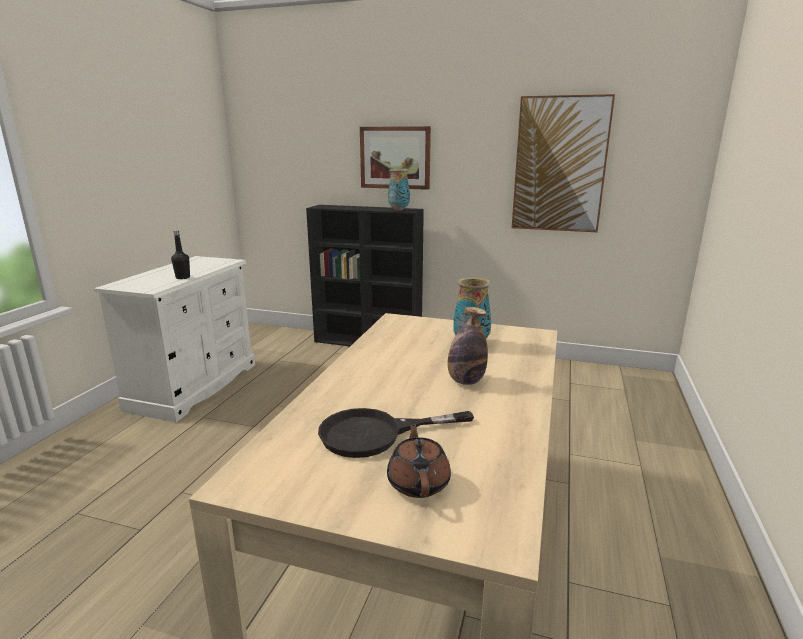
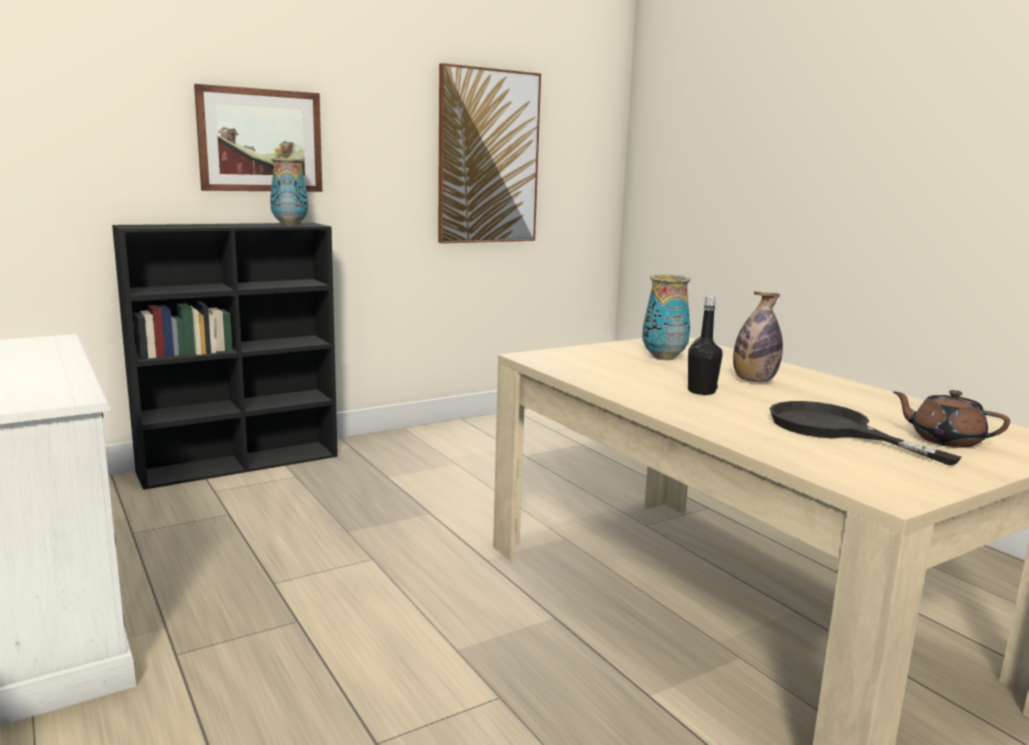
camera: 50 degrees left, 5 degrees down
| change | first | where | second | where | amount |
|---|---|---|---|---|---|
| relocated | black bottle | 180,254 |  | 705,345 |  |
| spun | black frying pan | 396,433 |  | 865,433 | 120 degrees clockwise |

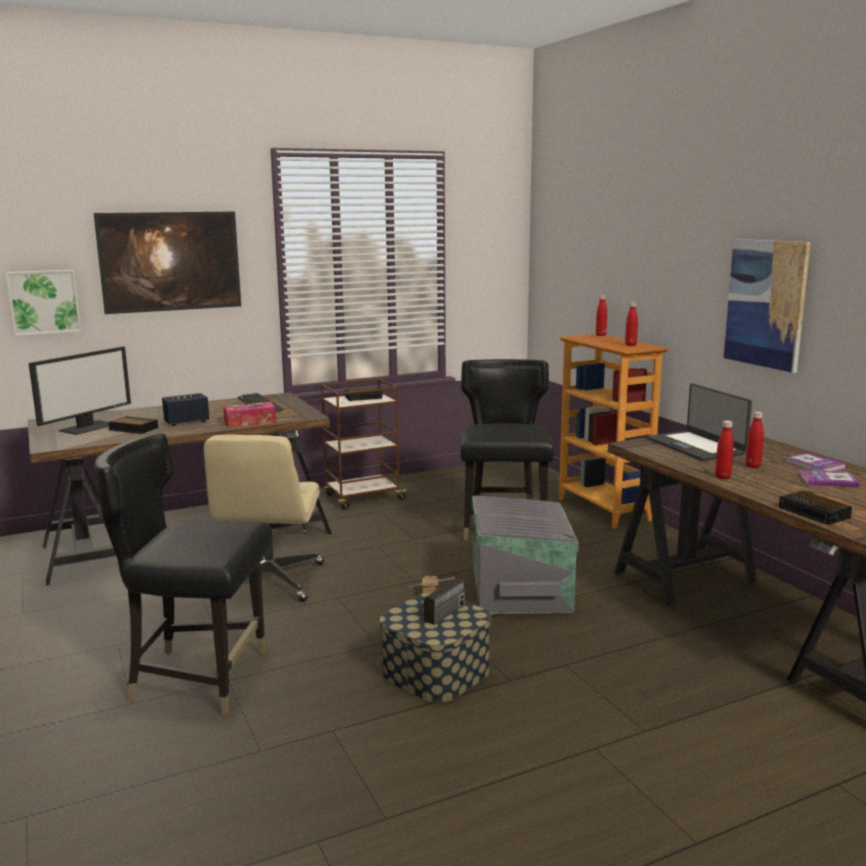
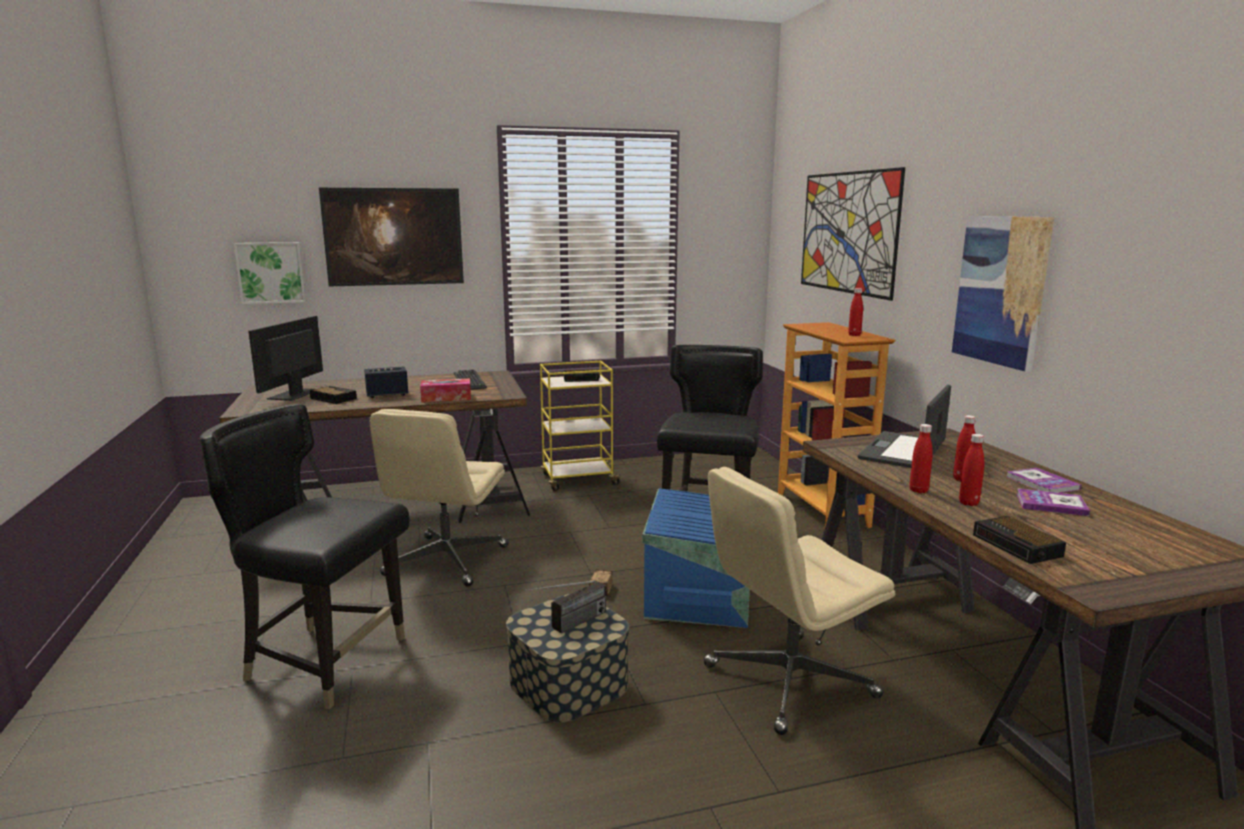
camera: 10 degrees right, 0 degrees up
| change | first | where | second | where | amount |
|---|---|---|---|---|---|
| appeared |  |  | beige office chair | 799,601 |  |
| appeared |  |  | picture | 853,234 |  |
| relocated | red bottle | 601,315 |  | 971,470 |  |
| colour | brown cart | 365,443 | yellow cart | 581,426 |  |
| colour | grey storage box | 525,555 | blue storage box | 696,558 |  |
| spun | monitor | 80,390 |  | 285,358 | 150 degrees clockwise |
| spun | laptop | 699,422 |  | 904,426 | 45 degrees clockwise |

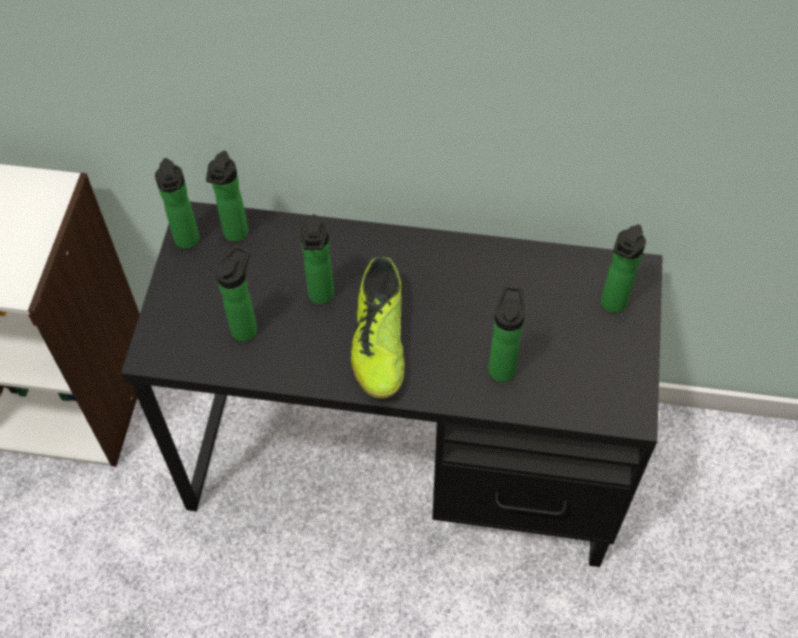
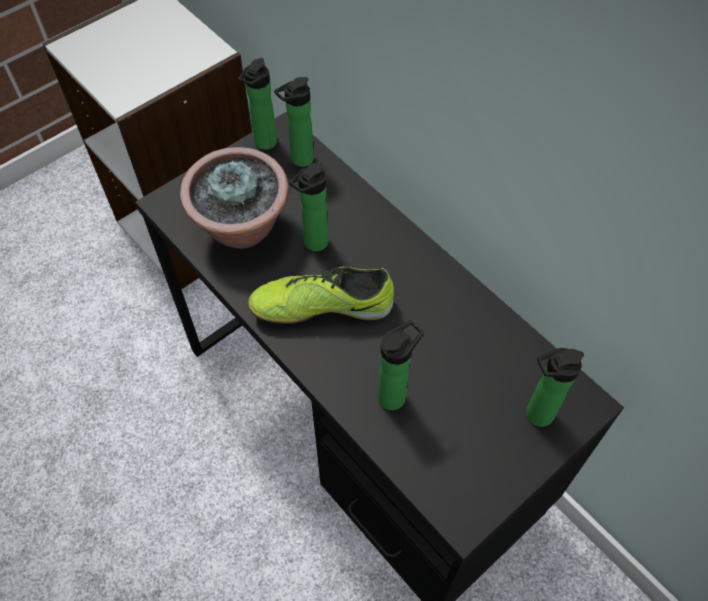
camera: 40 degrees right, 0 degrees up
| change | first | where | second | where | amount |
|---|---|---|---|---|---|
| exchanged | bottle | 236,293 | potted plant | 234,198 |  |
| spun | shoe | 378,327 |  | 321,295 | 45 degrees clockwise |

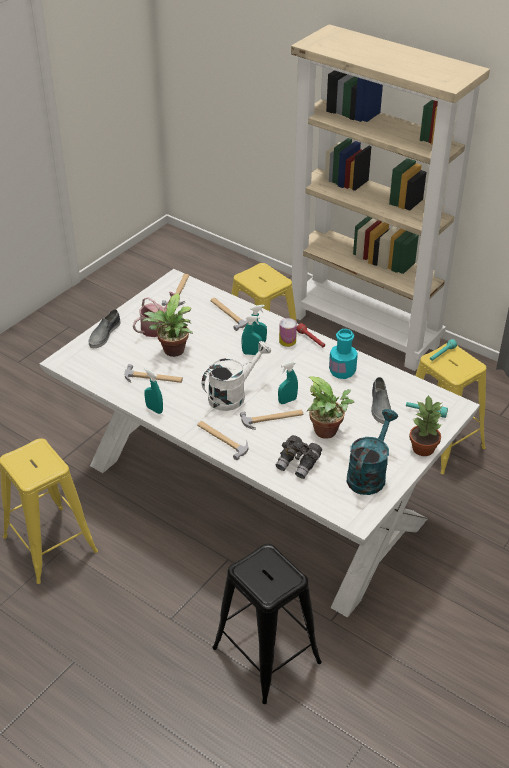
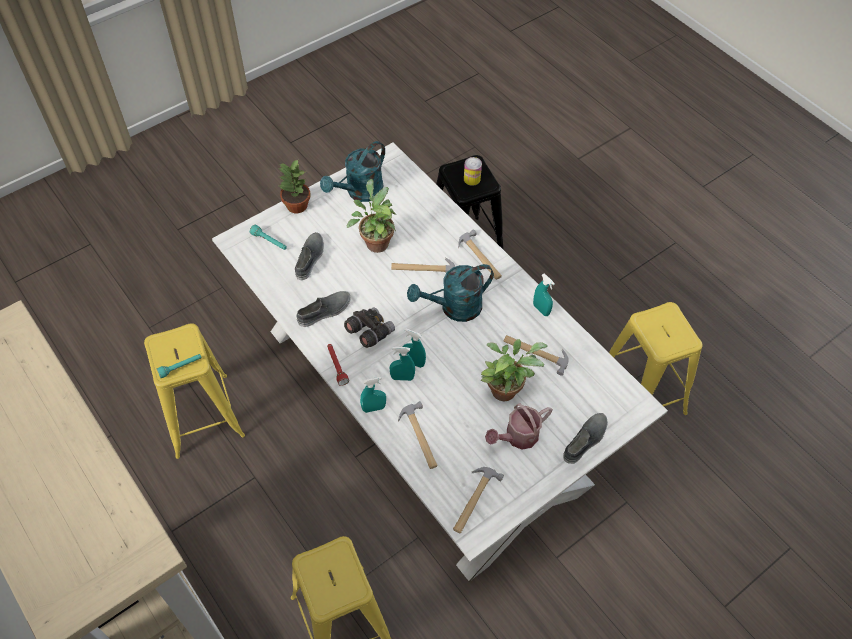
camera: 165 degrees left, 15 degrees up
| change | first | where | second | where | amount |
|---|---|---|---|---|---|
| relocated | grey binoculars | 299,457 |  | 369,328 |  |
| relocated | turquoise spray bottle | 288,383 |  | 373,395 |  |
| relocated | can | 288,332 |  | 473,171 |  |
| exchanged | turquoise bottle | 343,354 | grey shoe | 323,309 |  |
| colour | white watering can | 236,376 | turquoise watering can | 450,293 |  |

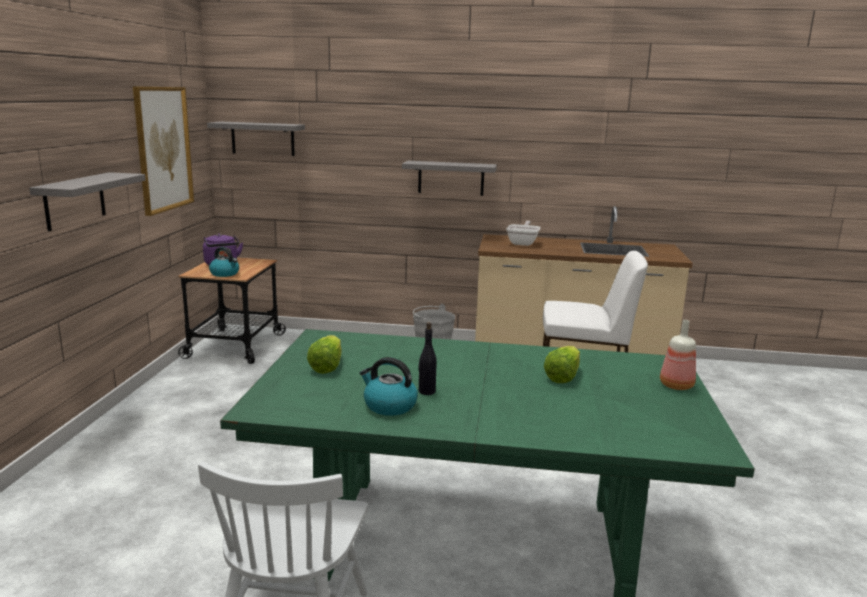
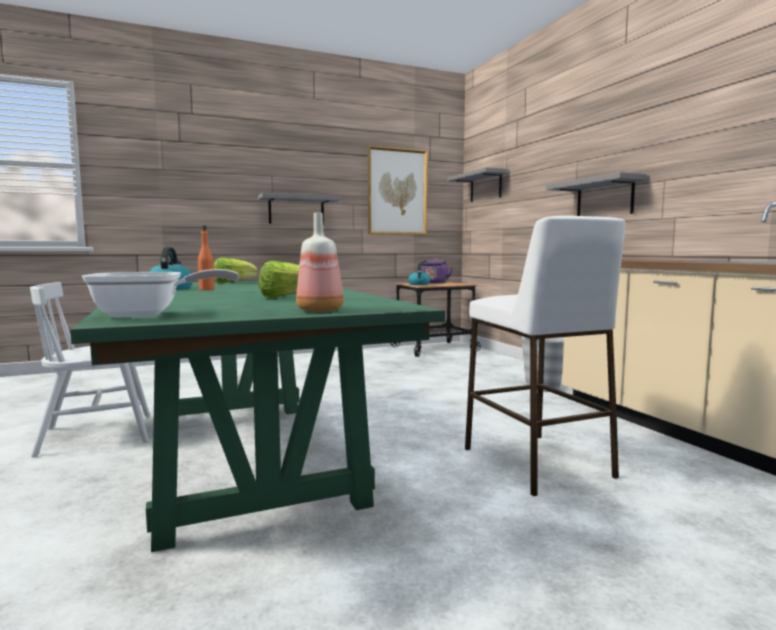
camera: 60 degrees right, 10 degrees down
| change | first | where | second | where | amount |
|---|---|---|---|---|---|
| relocated | frying pan | 523,233 |  | 160,293 |  |
| colour | black bottle | 428,358 | orange bottle | 206,257 |  |

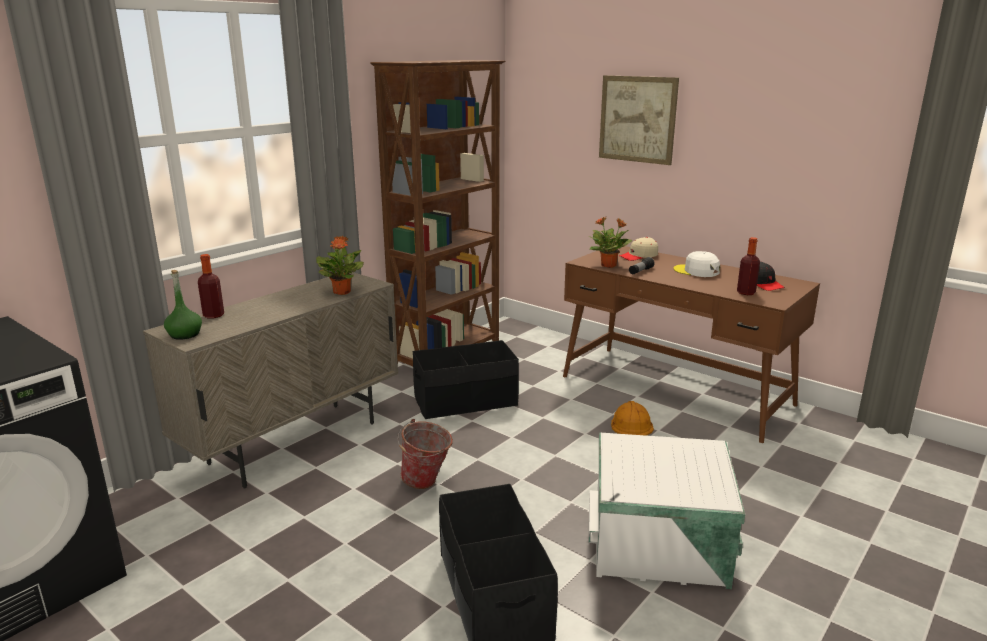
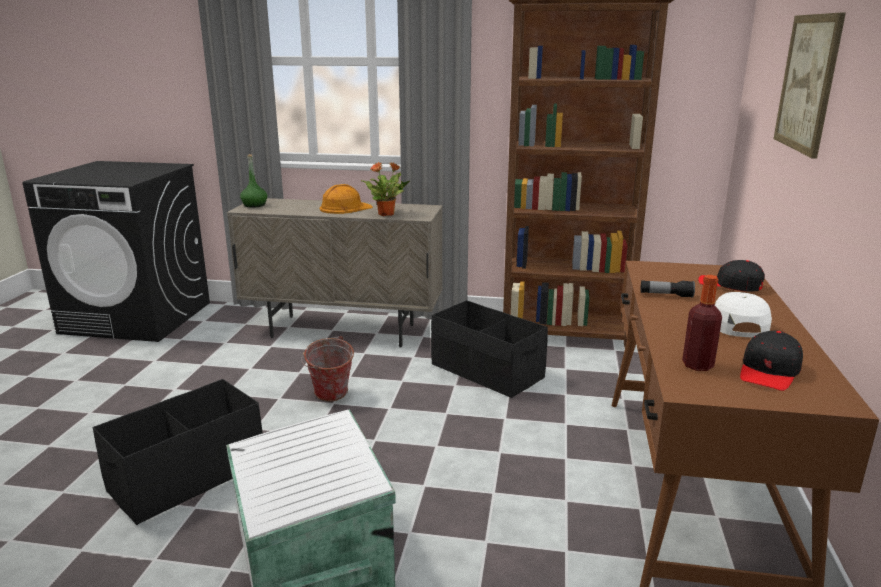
camera: 60 degrees right, 0 degrees up
| change | first | where | second | where | amount |
|---|---|---|---|---|---|
| missing | bottle | 211,286 |  |  |  |
| missing | potted plant | 610,242 |  |  |  |
| relocated | orange hard hat | 632,418 |  | 346,199 |  |
| colour | beige cap | 638,249 | black cap | 731,276 |  |

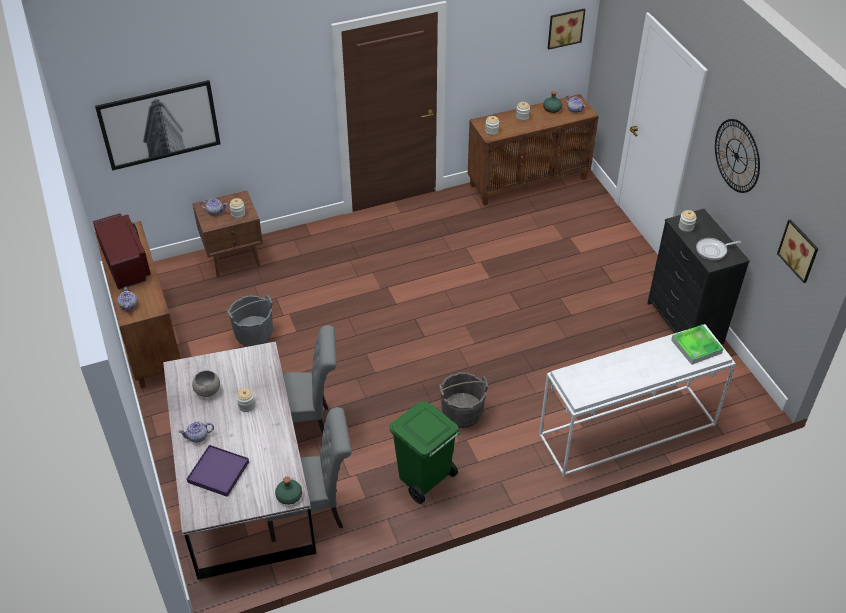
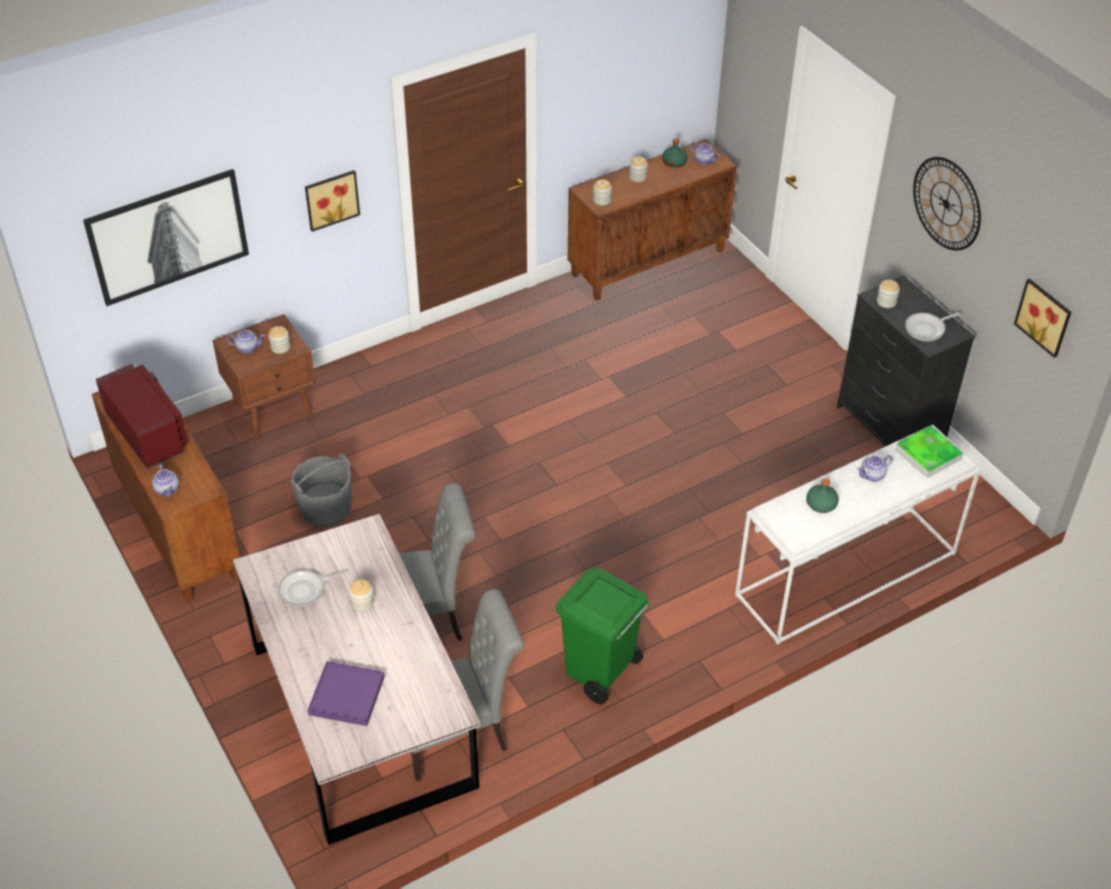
camera: 10 degrees left, 0 degrees up
| change | first | where | second | where | amount |
|---|---|---|---|---|---|
| missing | grey bucket | 463,400 |  |  |  |
| relocated | teapot | 196,432 |  | 875,468 |  |
| relocated | green bottle | 288,491 |  | 822,495 |  |
| relocated | picture | 566,29 |  | 332,201 |  |
| exchanged | grey bowl | 206,384 | frying pan | 312,588 |  |

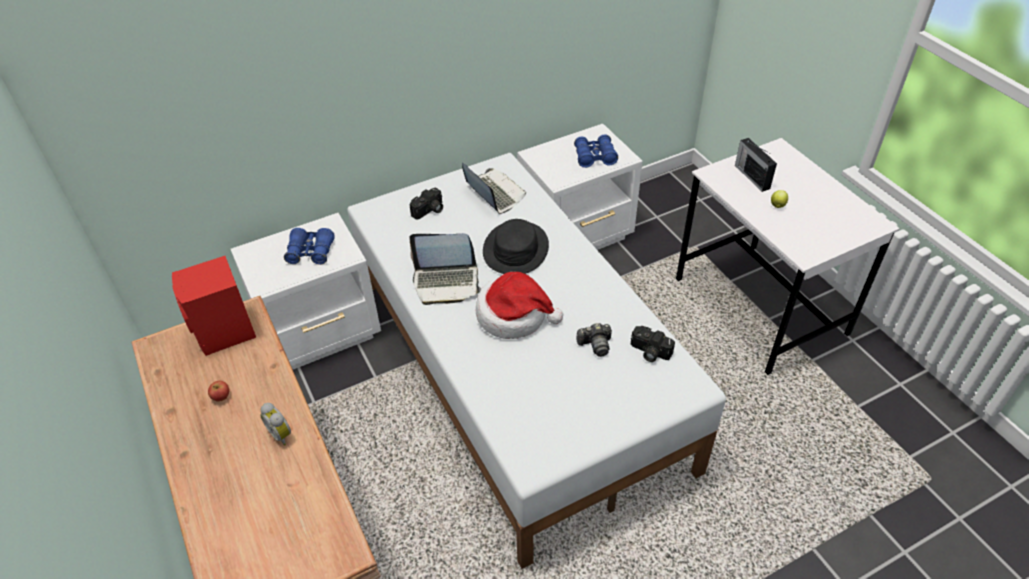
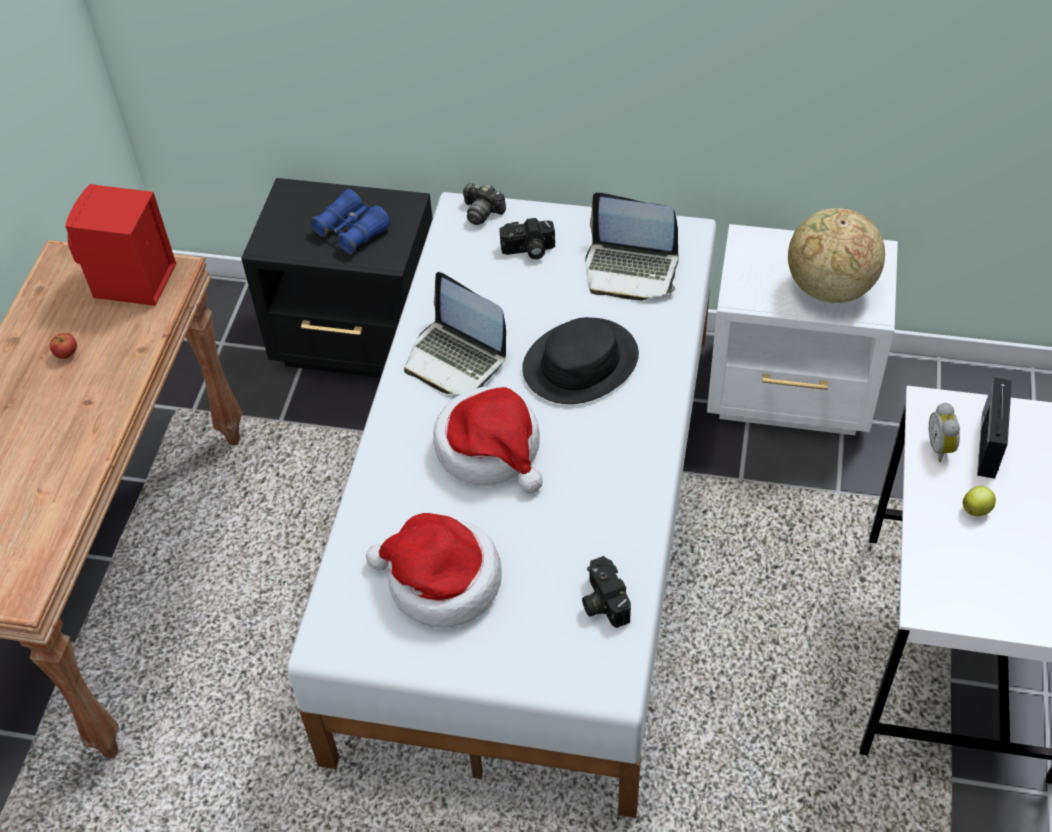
camera: 40 degrees right, 5 degrees up
| change | first | where | second | where | amount |
|---|---|---|---|---|---|
| appeared |  |  | hat | 434,570 |  |
| relocated | alarm clock | 275,424 |  | 944,432 |  |
| relocated | photo camera | 594,340 |  | 484,204 |  |
| exchanged | blue binoculars | 596,151 | globe | 836,255 |  |
| colour | white nightstand | 305,291 | black nightstand | 337,278 |  |
| spun | laptop | 494,188 |  | 632,246 | 105 degrees clockwise |

